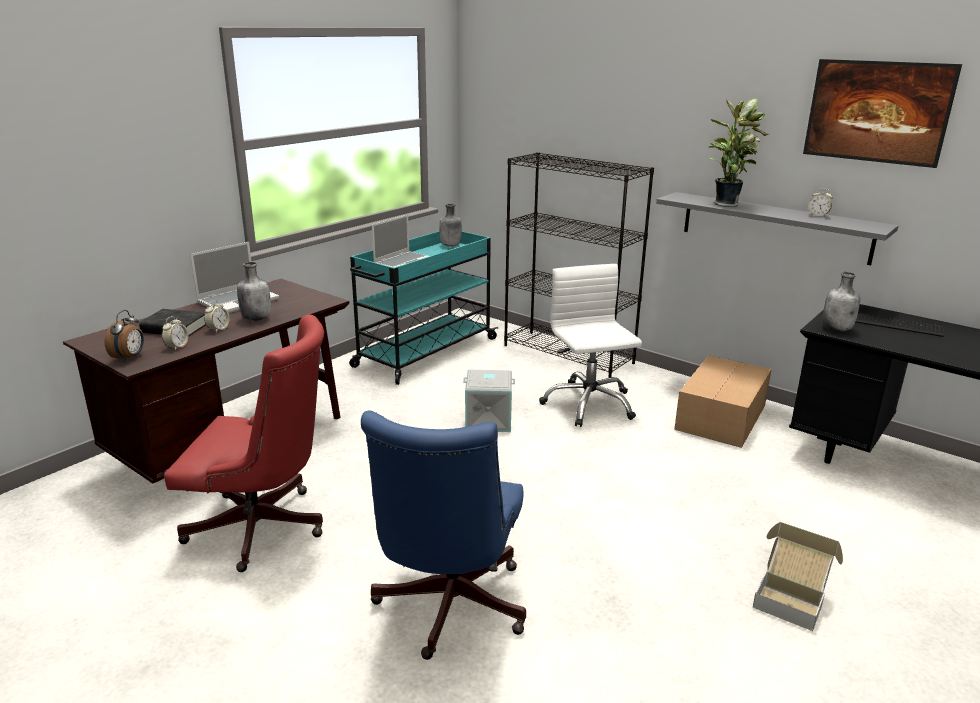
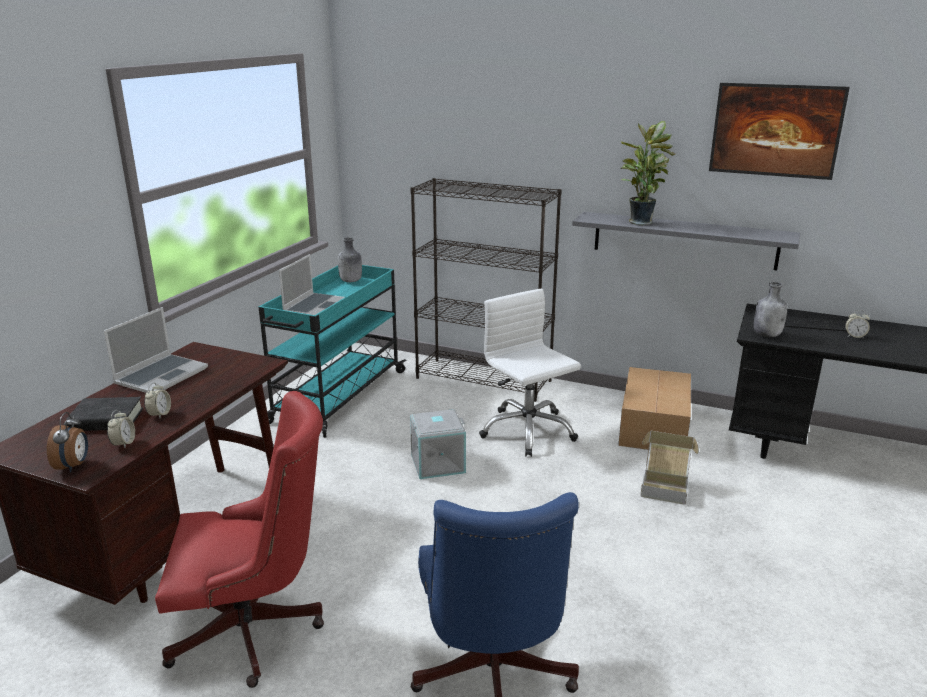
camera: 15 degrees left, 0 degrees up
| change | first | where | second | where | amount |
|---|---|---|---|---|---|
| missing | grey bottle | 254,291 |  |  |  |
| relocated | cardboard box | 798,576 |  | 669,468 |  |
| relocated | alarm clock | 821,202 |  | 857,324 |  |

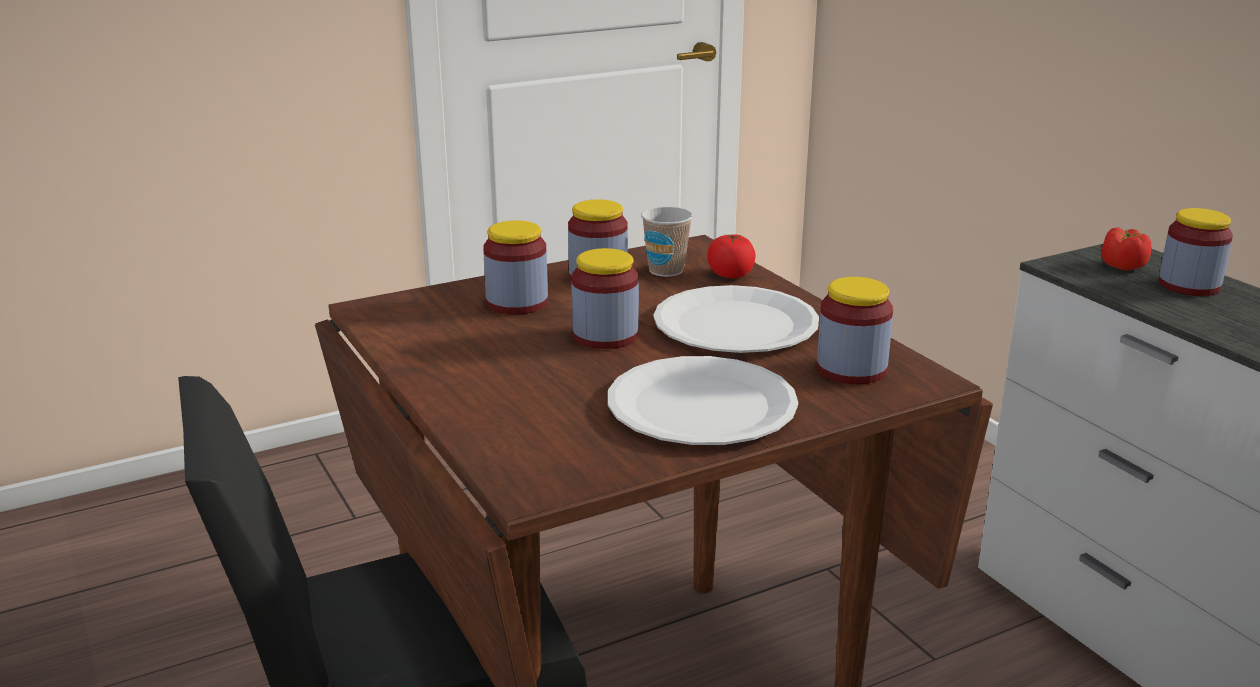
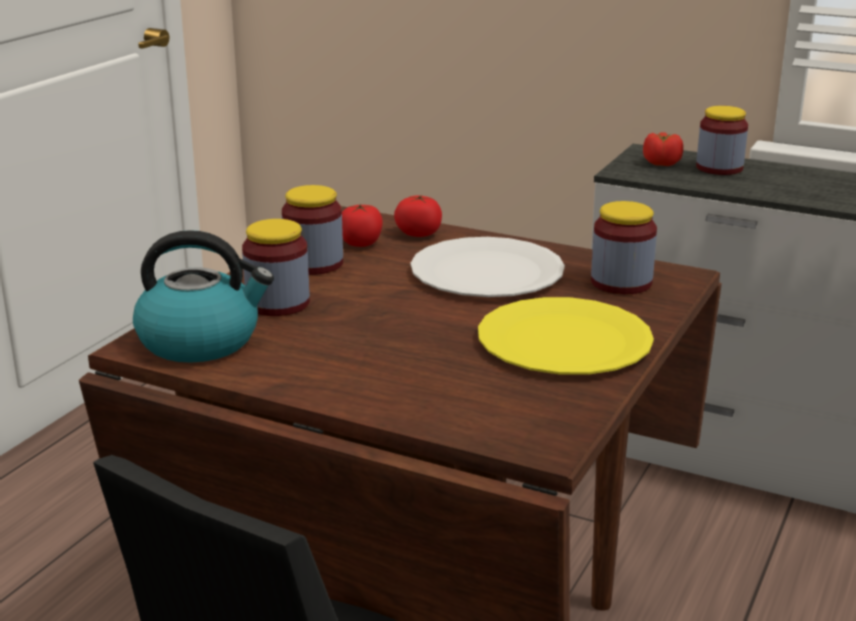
camera: 35 degrees left, 0 degrees up
| change | first | where | second | where | amount |
|---|---|---|---|---|---|
| missing | jar | 605,298 |  |  |  |
| appeared |  |  | kettle | 203,296 |  |
| exchanged | cup | 667,242 | tomato | 362,225 |  |
| colour | white plate | 703,400 | yellow plate | 566,336 |  |

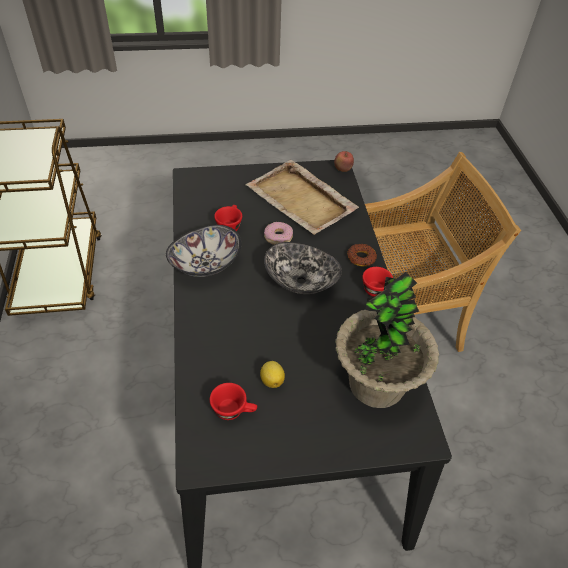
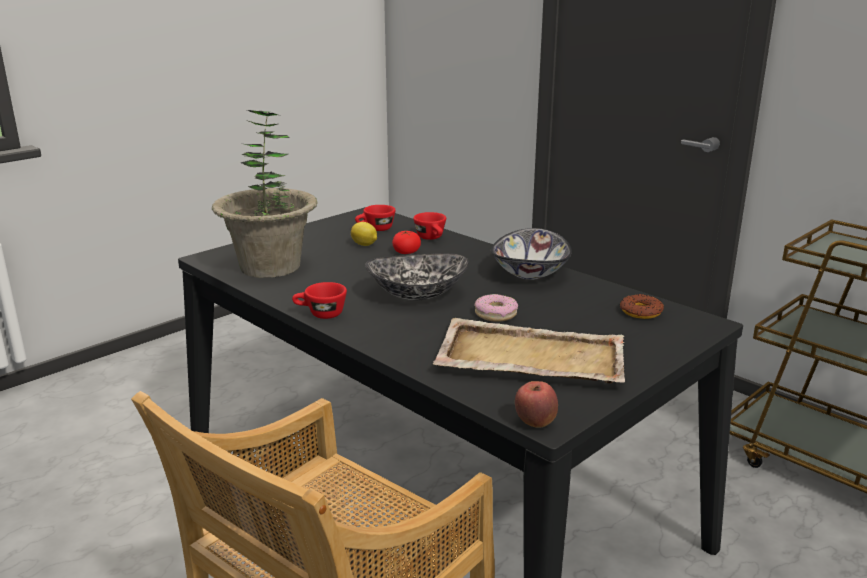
camera: 145 degrees right, 25 degrees down
| change | first | where | second | where | amount |
|---|---|---|---|---|---|
| appeared |  |  | tomato | 406,242 |  |
| relocated | red cup | 228,218 |  | 429,226 |  |
| relocated | donut | 362,255 |  | 642,306 |  |

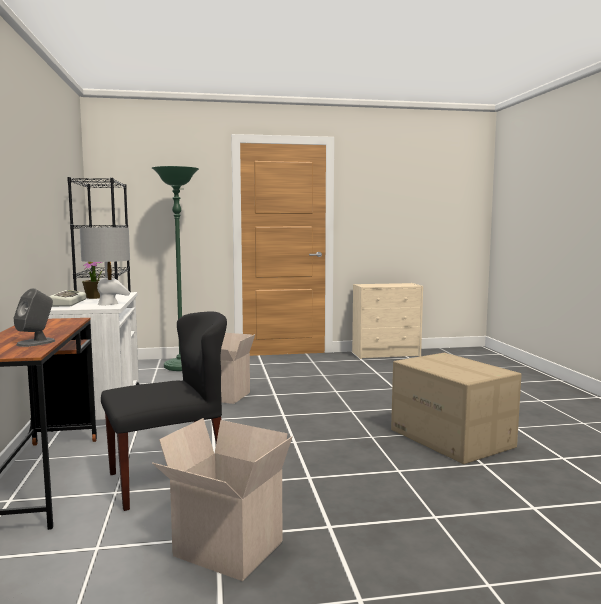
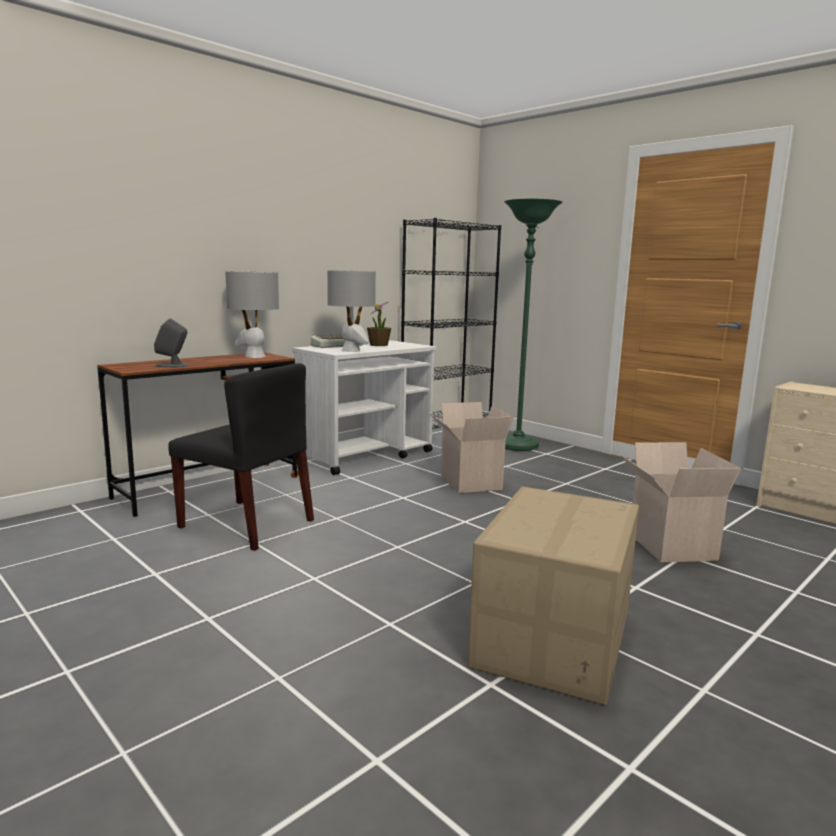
camera: 55 degrees right, 5 degrees up
| change | first | where | second | where | amount |
|---|---|---|---|---|---|
| appeared |  |  | grey table lamp | 252,314 |  |
| relocated | cardboard box | 222,499 |  | 680,502 |  |

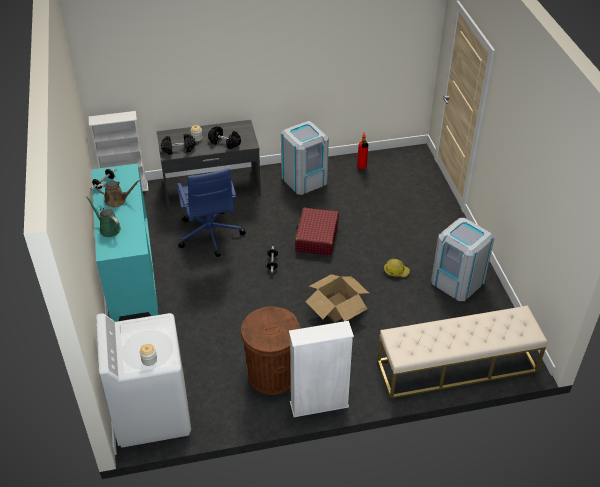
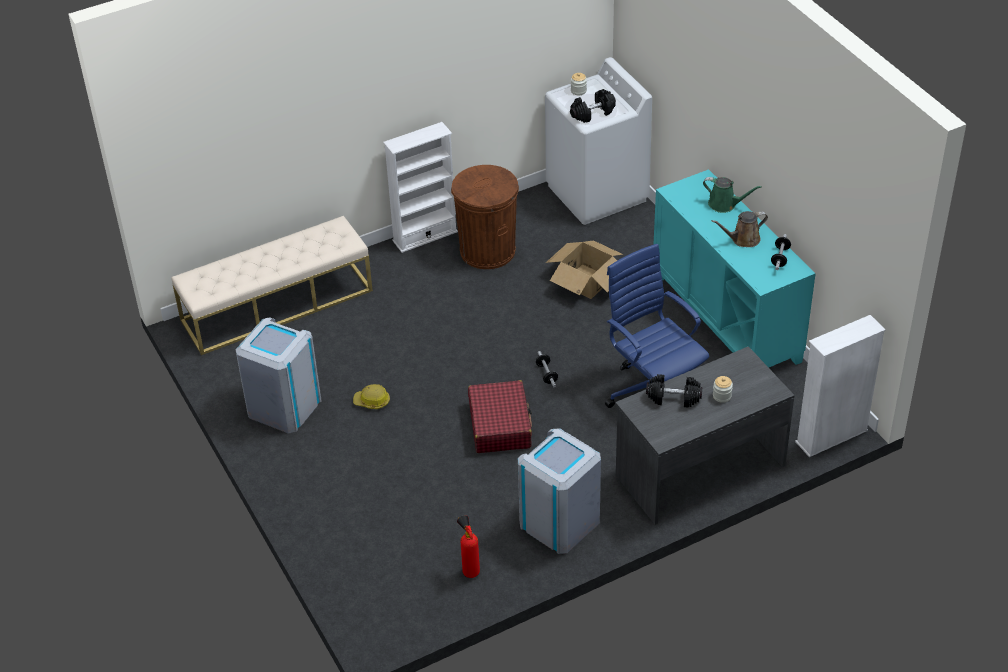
camera: 165 degrees right, 0 degrees up
| change | first | where | second | where | amount |
|---|---|---|---|---|---|
| relocated | black dumbbell | 178,144 |  | 593,106 |  |
| relocated | cardboard box | 337,298 |  | 584,269 |  |

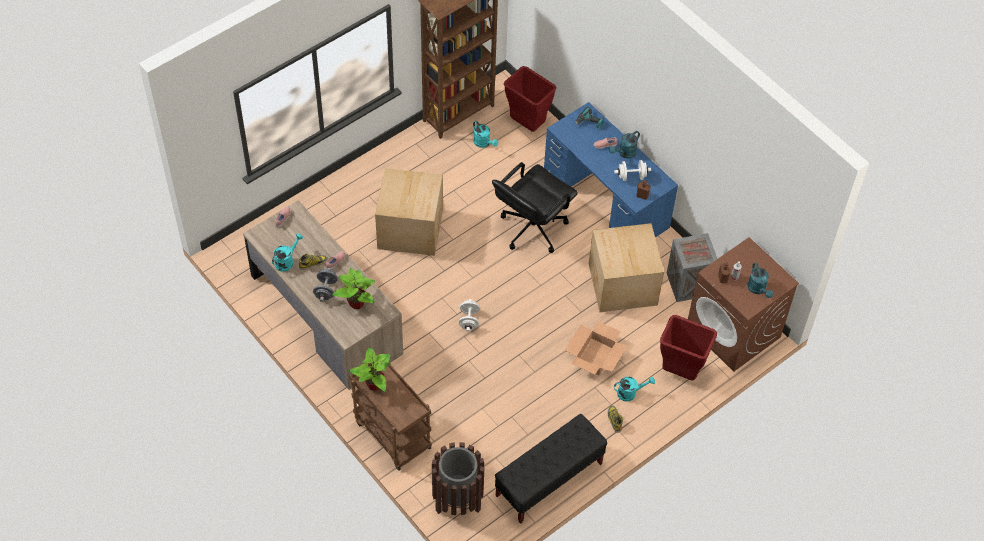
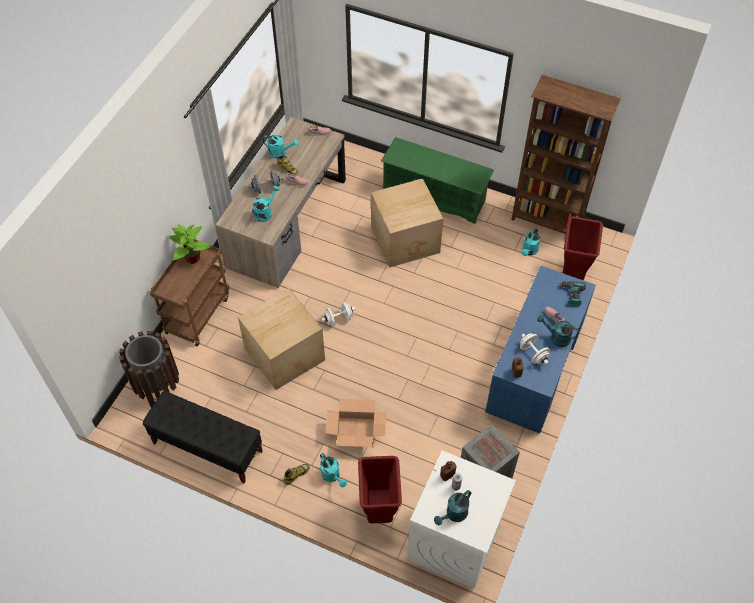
camera: 65 degrees right, 0 degrees up
| change | first | where | second | where | amount |
|---|---|---|---|---|---|
| missing | black office chair | 535,207 |  |  |  |
| appeared |  |  | green shoe rack | 437,180 |  |
| relocated | cardboard box | 626,267 |  | 281,339 |  |
| exchanged | potted plant | 353,288 | turquoise watering can | 265,204 |  |
| colour | brown washing machine | 743,304 | white washing machine | 461,519 |  |

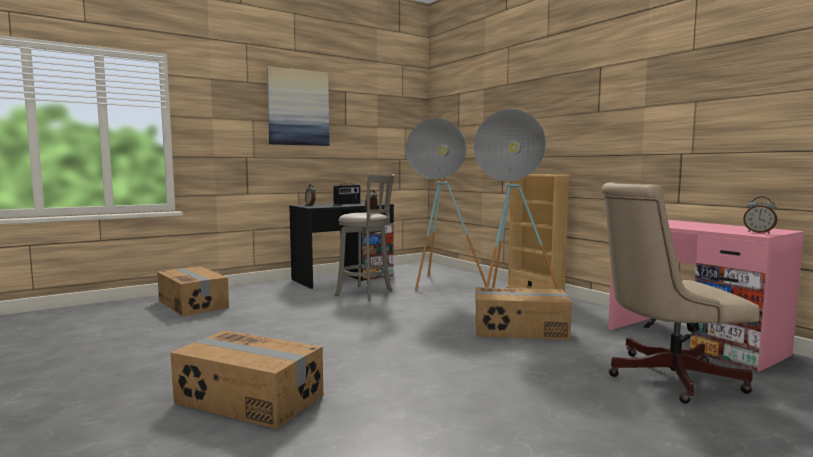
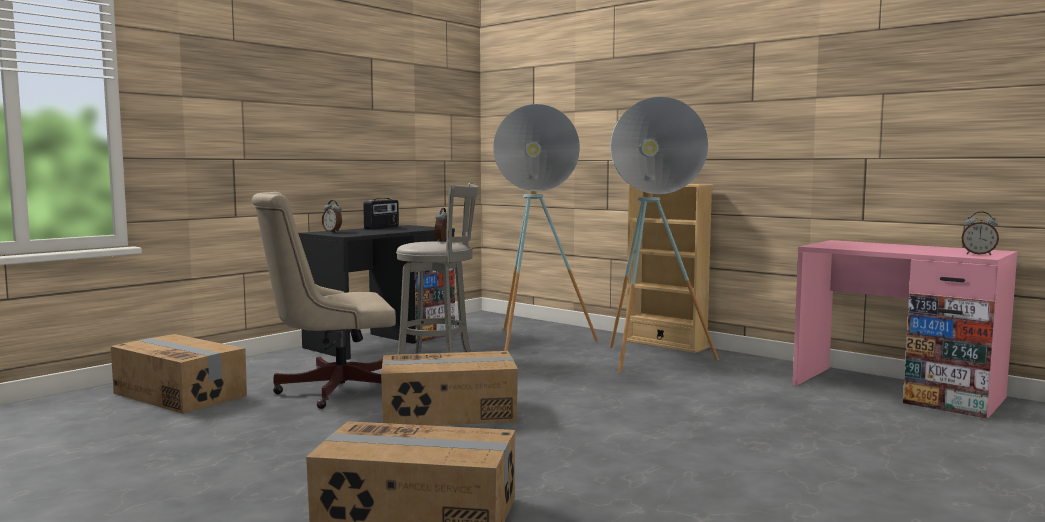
camera: 15 degrees left, 0 degrees up
| change | first | where | second | where | amount |
|---|---|---|---|---|---|
| missing | picture | 298,106 |  |  |  |
| relocated | cardboard box | 524,313 |  | 449,388 |  |
| relocated | beige office chair | 681,293 |  | 324,300 |  |

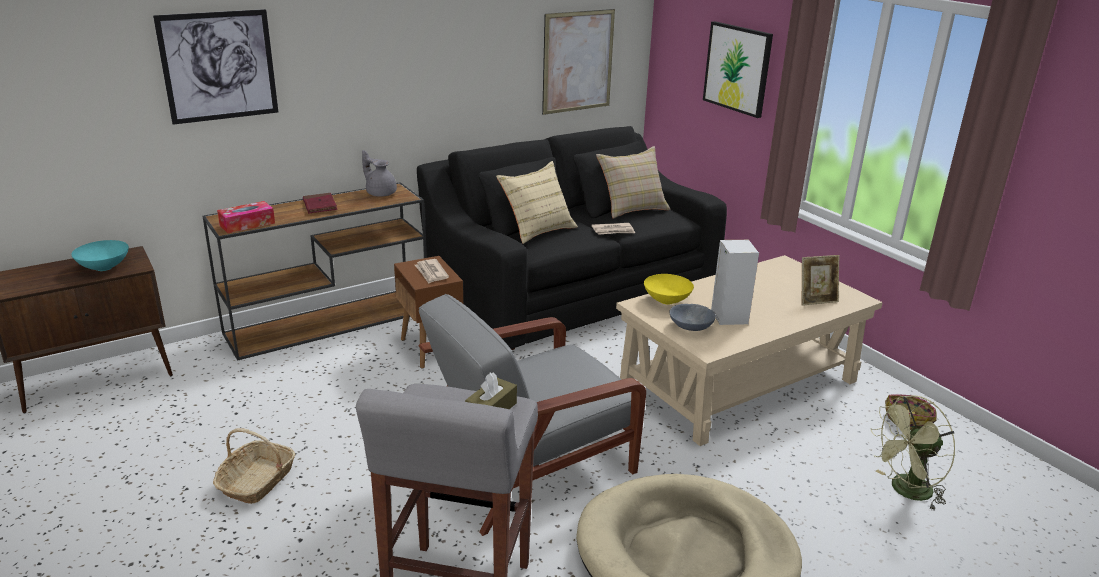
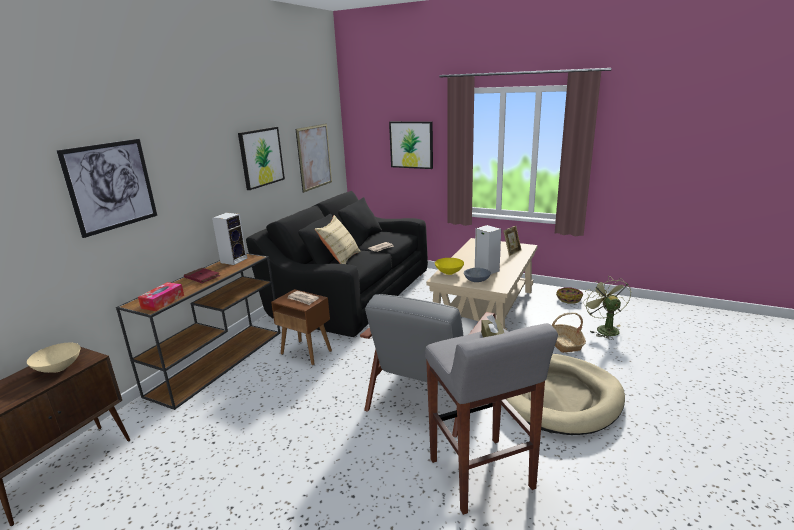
camera: 30 degrees left, 5 degrees down
| change | first | where | second | where | amount |
|---|---|---|---|---|---|
| missing | beige pillow | 633,182 |  |  |  |
| appeared |  |  | picture | 261,158 |  |
| relocated | basket | 254,466 |  | 569,333 |  |
| exchanged | grey teapot | 379,173 | speaker | 229,239 |  |
| colour | turquoise bowl | 100,255 | beige bowl | 53,358 |  |
| spun | green fan | 913,452 |  | 607,308 | 135 degrees clockwise |

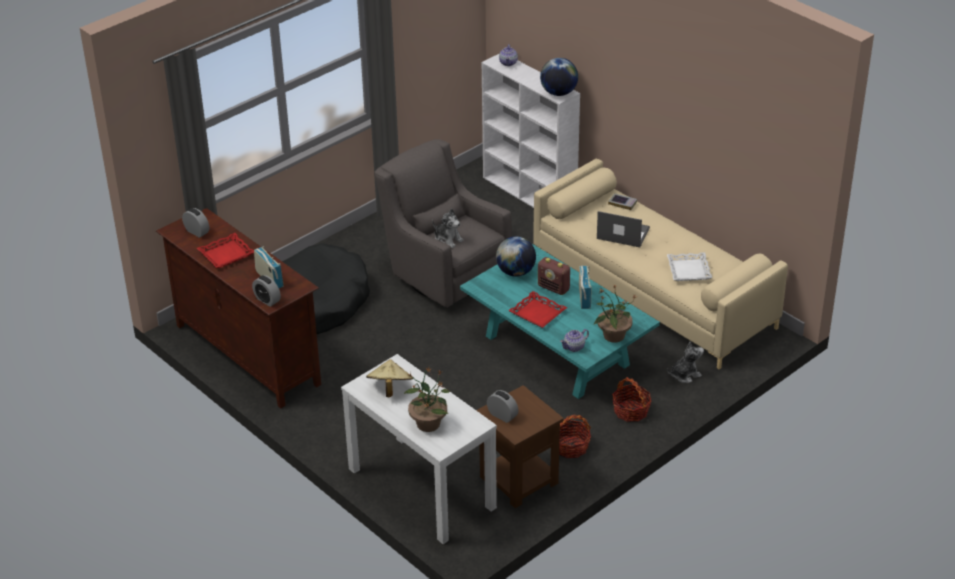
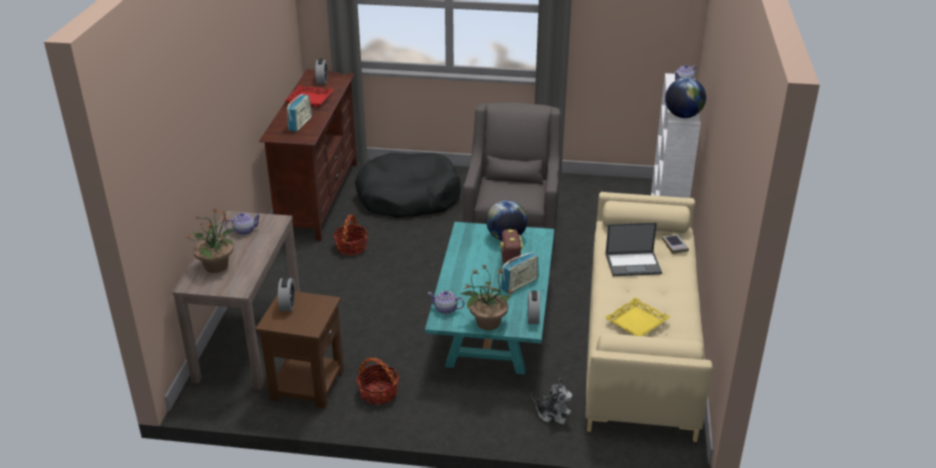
camera: 50 degrees right, 5 degrees down
| change | first | where | second | where | amount |
|---|---|---|---|---|---|
| missing | plush toy | 448,228 |  |  |  |
| missing | red tray | 537,309 |  |  |  |
| relocated | alarm clock | 266,291 |  | 534,307 |  |
| relocated | basket | 632,399 |  | 350,235 |  |
| exchanged | beige hat | 390,378 | teapot | 243,223 |  |
| colour | white console table | 419,449 | brown console table | 236,300 |  |
| colour | white tray | 689,266 | yellow tray | 637,316 |  |
| spun | laptop | 623,229 |  | 633,249 | 105 degrees clockwise |

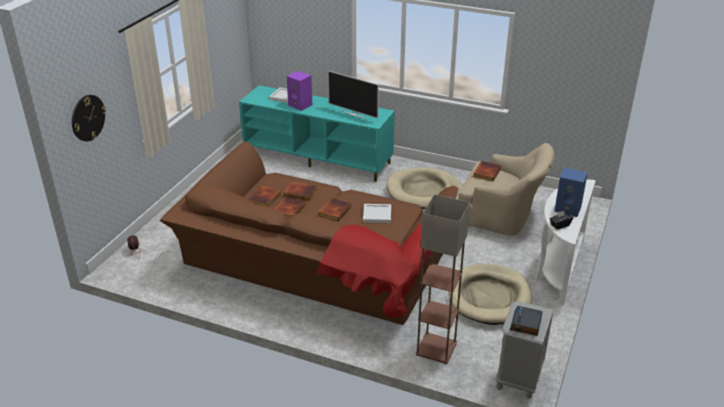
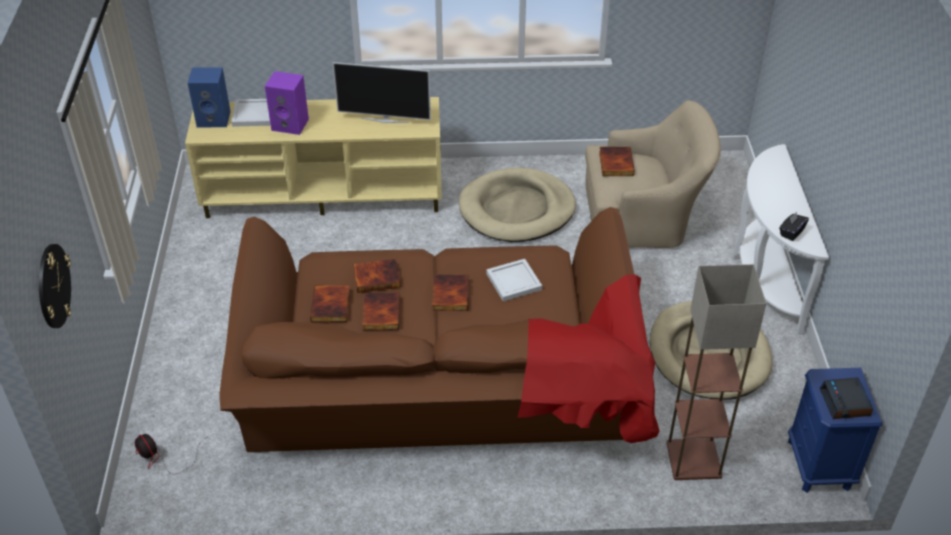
camera: 25 degrees left, 10 degrees up
| change | first | where | second | where | amount |
|---|---|---|---|---|---|
| relocated | blue speaker | 571,192 |  | 209,97 |  |
| colour | turquoise tv stand | 317,133 | beige tv stand | 313,157 |  |
| colour | grey nightstand | 524,350 | blue nightstand | 835,430 |  |

